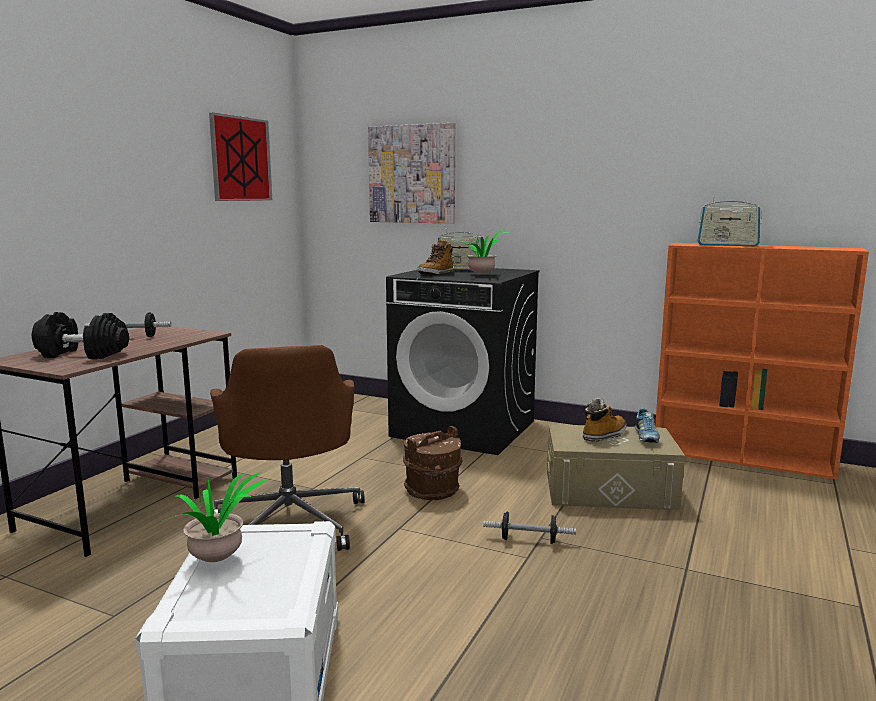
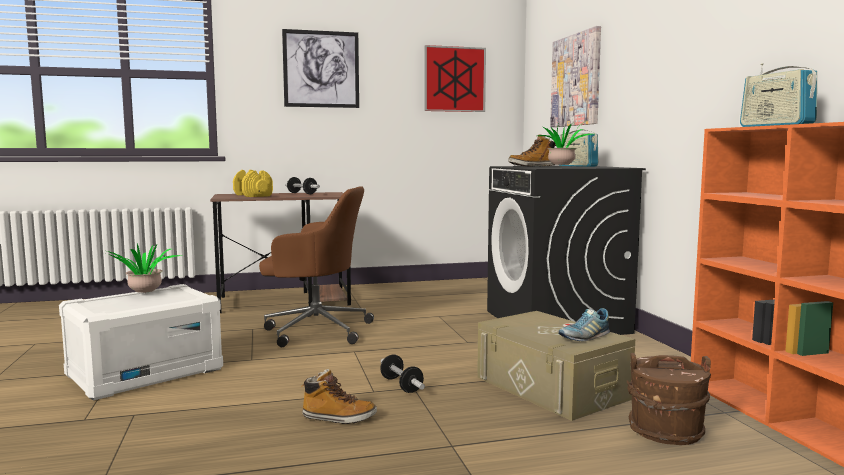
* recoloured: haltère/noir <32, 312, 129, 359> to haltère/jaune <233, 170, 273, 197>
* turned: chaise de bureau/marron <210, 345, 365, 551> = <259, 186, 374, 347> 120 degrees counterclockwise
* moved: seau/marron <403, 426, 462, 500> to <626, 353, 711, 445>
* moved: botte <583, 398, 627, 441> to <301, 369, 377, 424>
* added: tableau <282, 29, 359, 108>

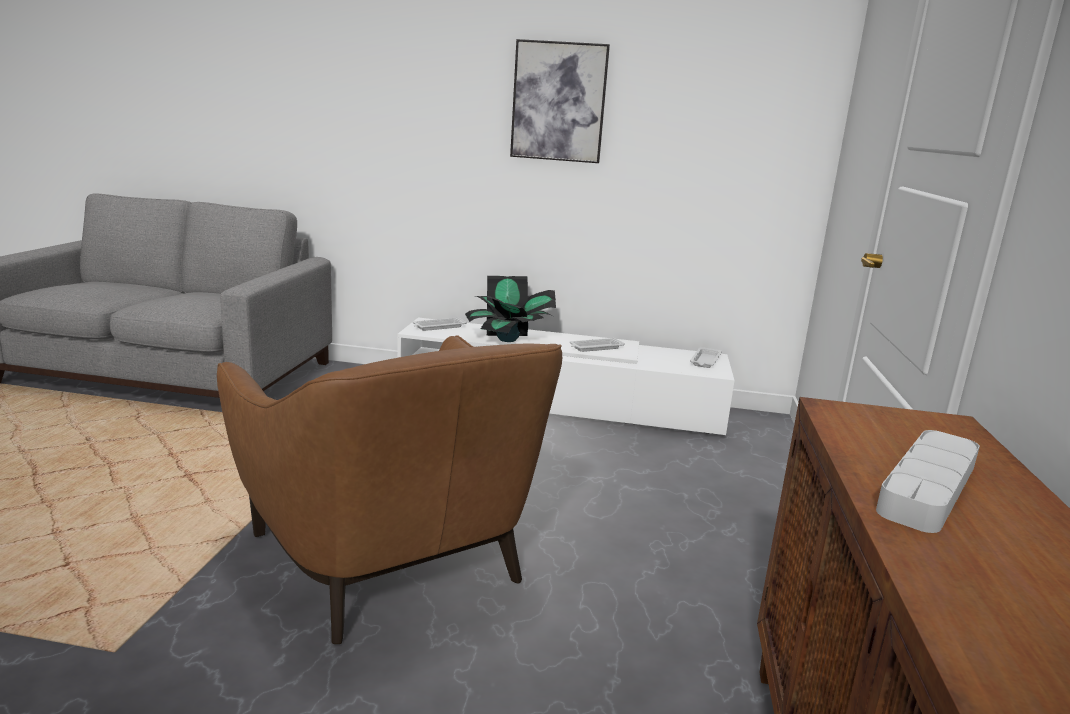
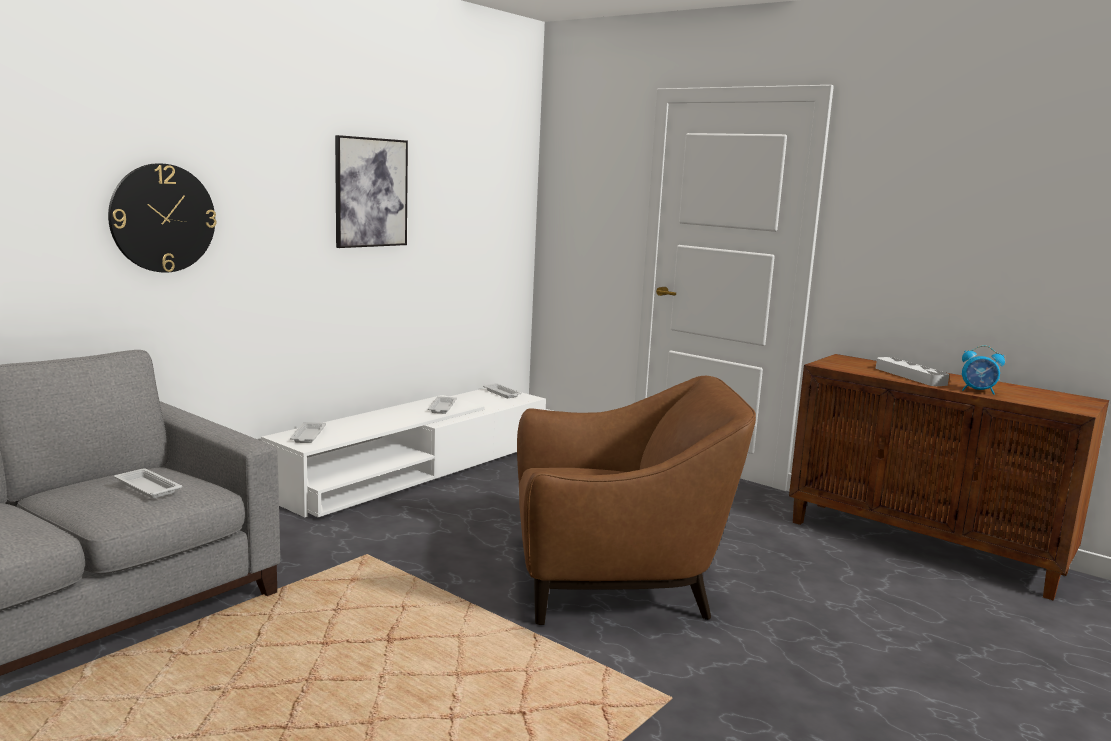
* removed: plante en pot <465, 276, 556, 342>
* added: horloge murale <108, 163, 216, 273>
* added: plateau/blanc <114, 469, 182, 498>
* added: réveil <962, 345, 1005, 395>

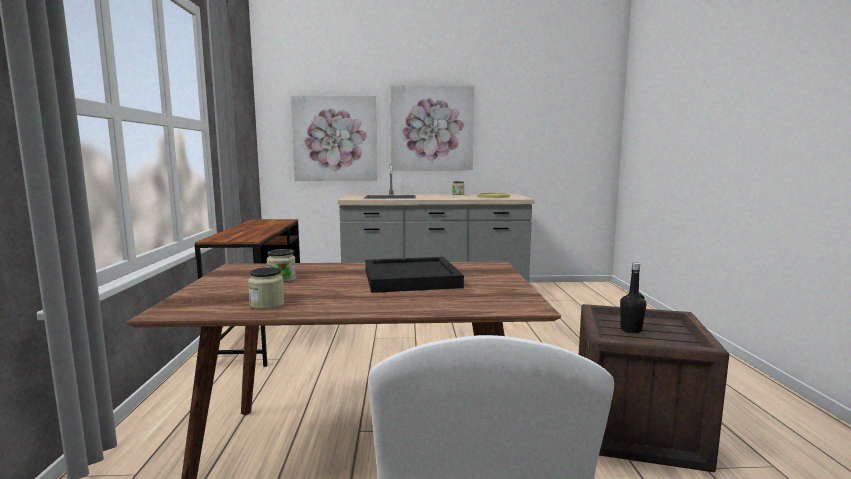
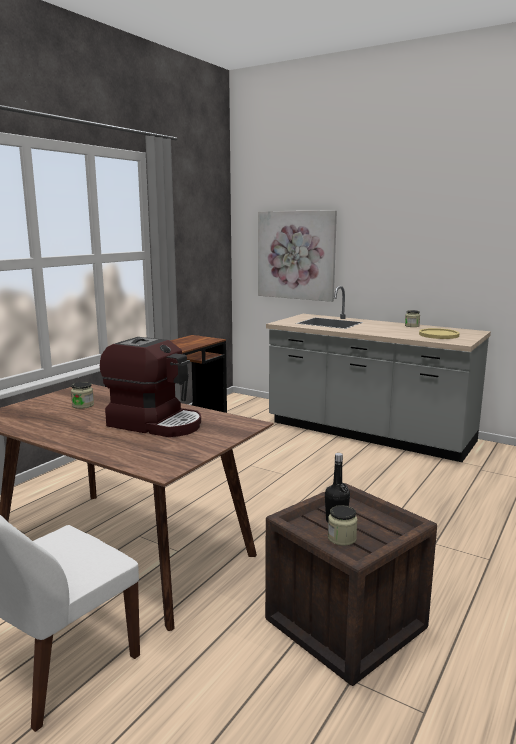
* moved: bocal <248, 267, 284, 309> to <328, 505, 357, 546>
* replaced: plateau/noir <365, 257, 464, 293> to machine à café <100, 337, 201, 437>
* removed: tableau <390, 85, 474, 170>

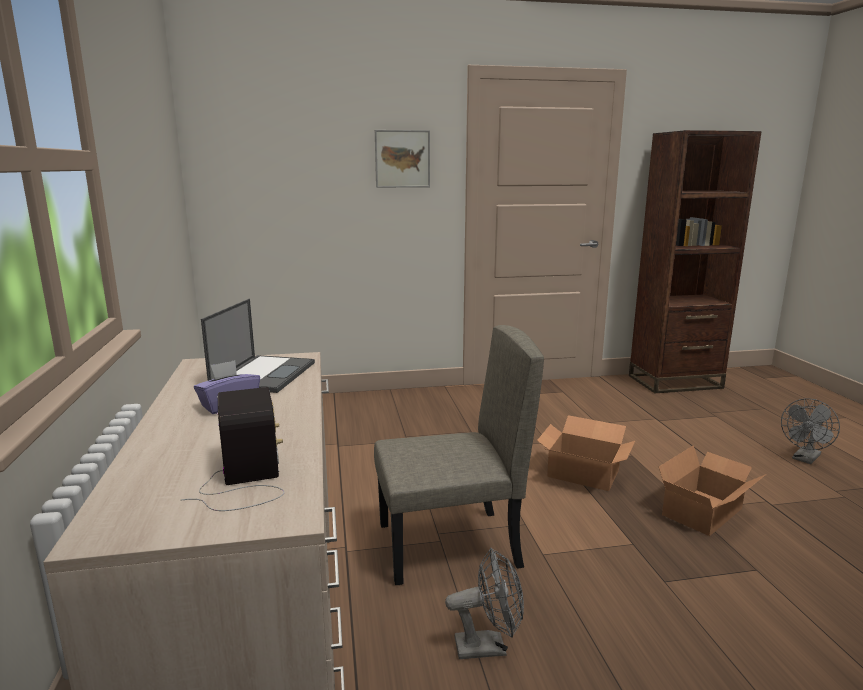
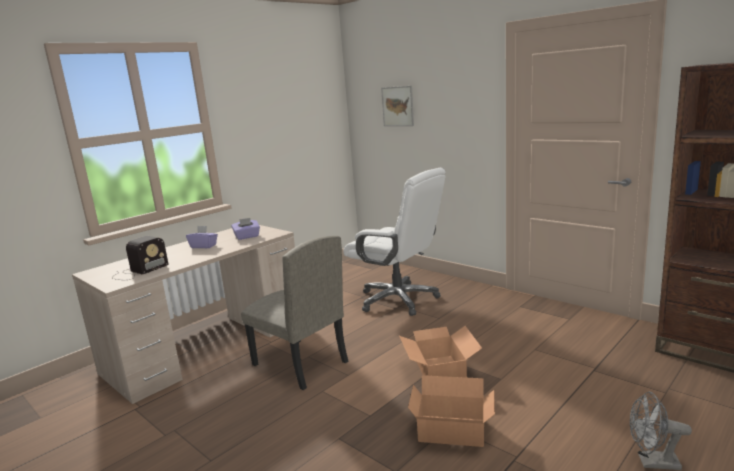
* replaced: ordinateur portable <201, 299, 315, 393> to boîte à mouchoirs/violet <231, 218, 260, 240>
* moved: tableau <375, 130, 430, 188> to <381, 86, 414, 126>
* removed: ventilateur/gris <445, 548, 524, 659>
* added: chaise de bureau/blanc <343, 168, 446, 316>

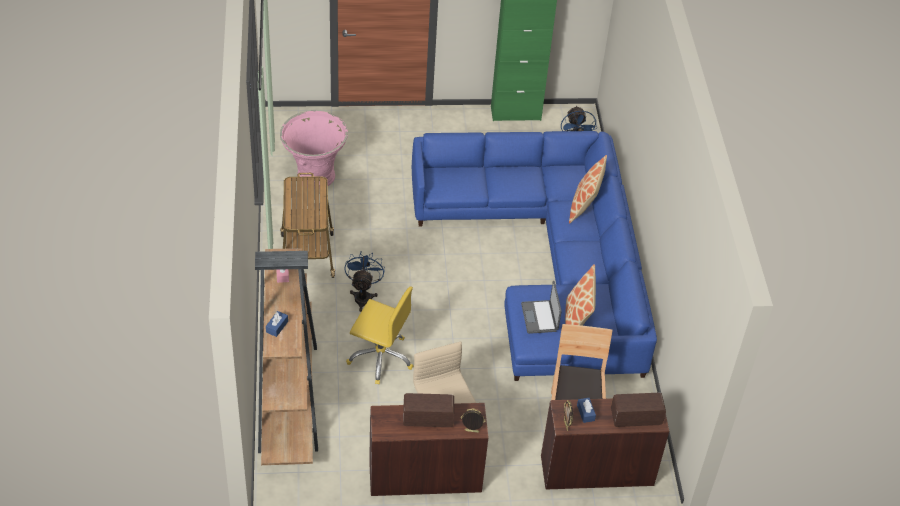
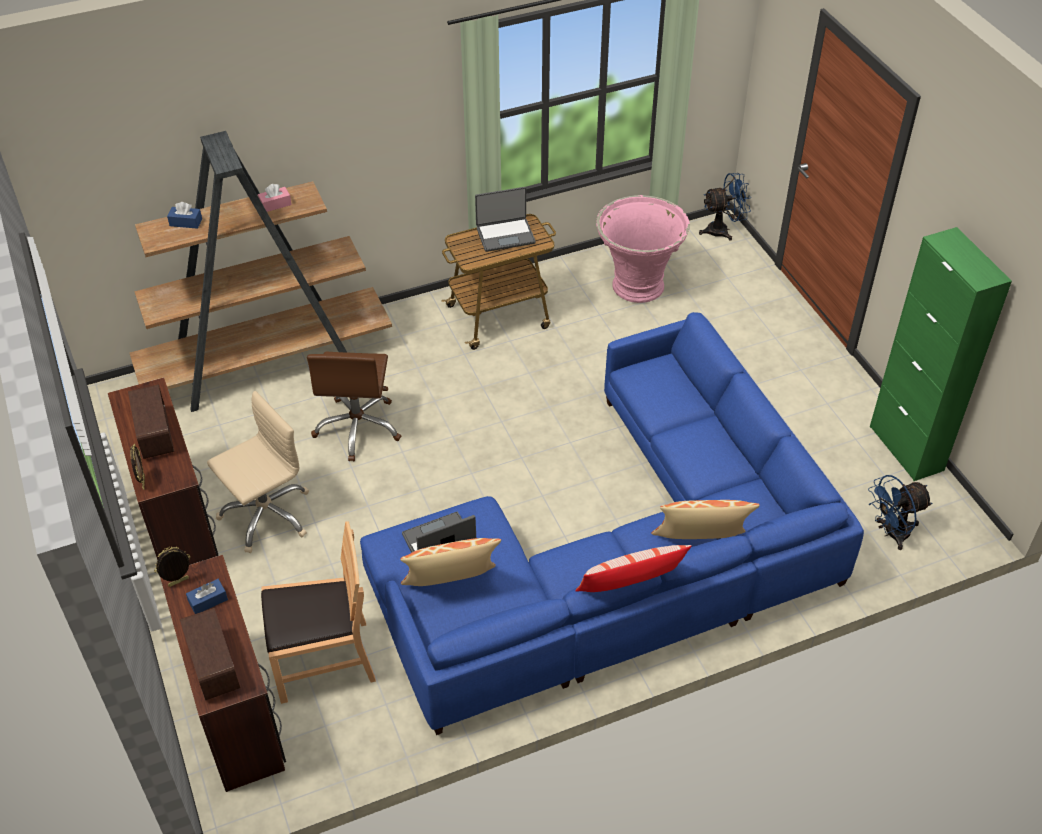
* moved: ventilateur/bleu <344, 251, 385, 312> to <699, 173, 751, 241>
* recoloured: chaise de bureau/jaune <346, 287, 413, 384> to chaise de bureau/marron <307, 352, 401, 462>
* added: ordinateur portable <475, 187, 536, 252>
* added: coussin <575, 545, 692, 592>

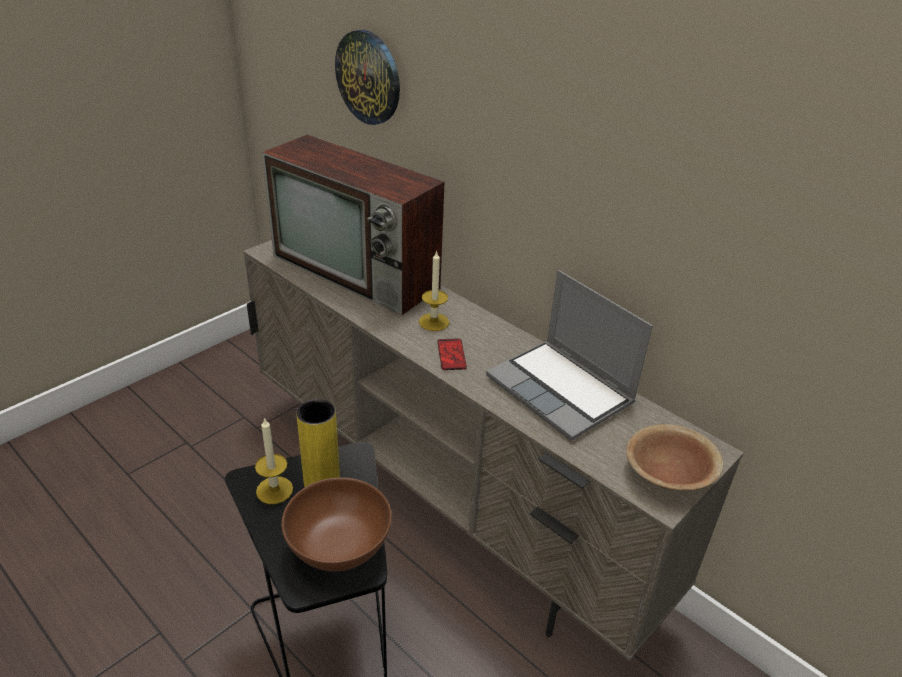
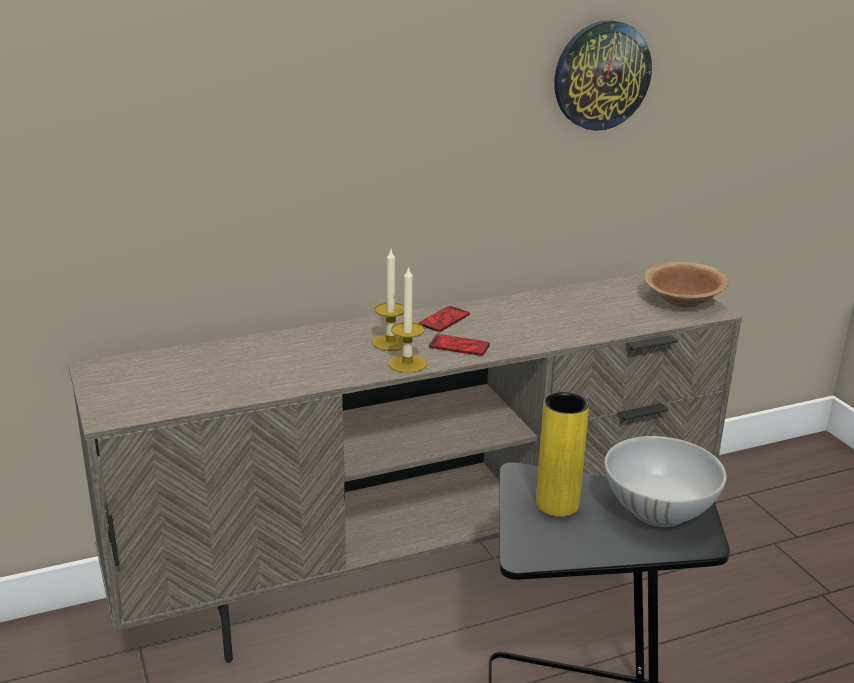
* moved: bougie <255, 417, 293, 504> to <388, 266, 427, 373>
* removed: téléviseur <262, 135, 444, 315>
* recoloured: bol/marron <281, 477, 392, 572> to bol/blanc <604, 436, 727, 527>
* moved: horloge murale <335, 30, 400, 125> to <554, 20, 652, 131>
* removed: ordinateur portable <486, 270, 653, 441>
* added: téléphone <419, 306, 470, 332>

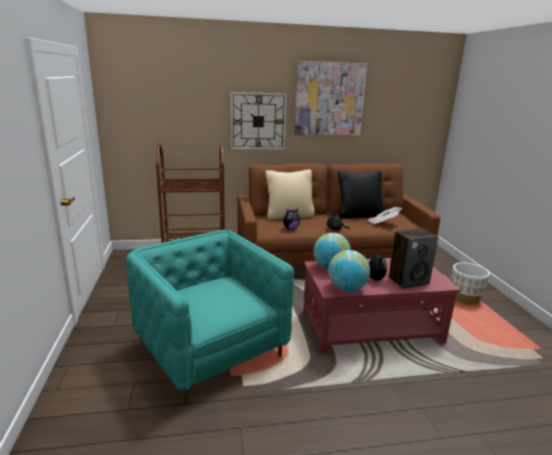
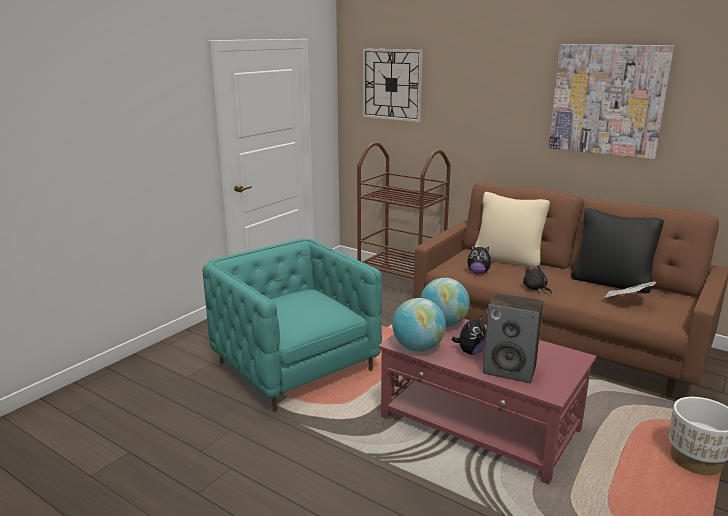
* turned: fauteuil/turquoise <126, 230, 294, 402> = <202, 238, 382, 412> 45 degrees counterclockwise
* moved: horloge murale <231, 92, 287, 150> to <363, 48, 423, 122>

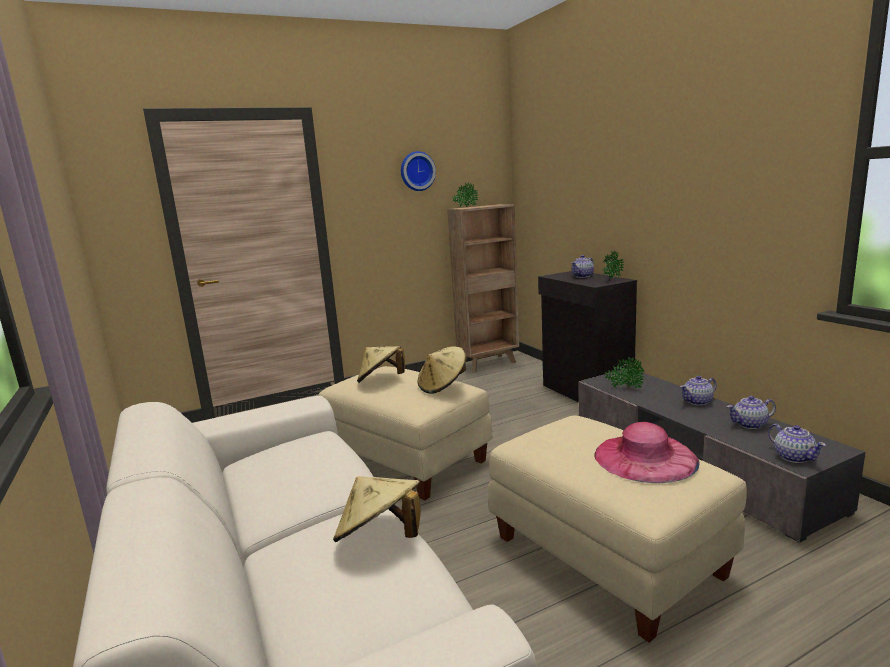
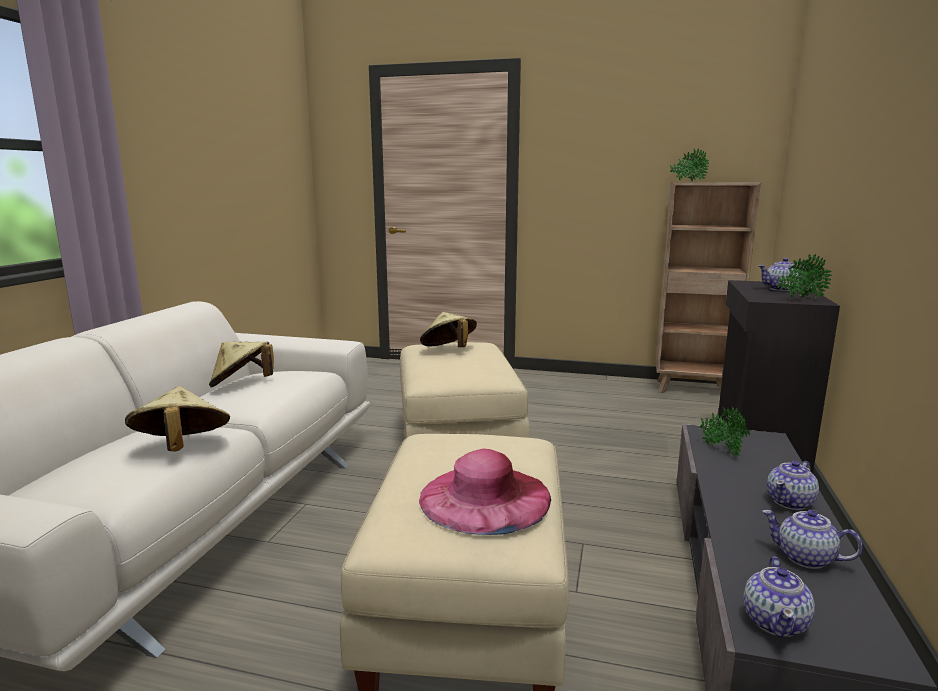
* removed: horloge murale <401, 151, 436, 191>
* moved: chapeau/beige <418, 346, 466, 394> to <209, 342, 274, 387>
* turned: théière <680, 376, 717, 406> = <767, 461, 819, 510> 60 degrees counterclockwise

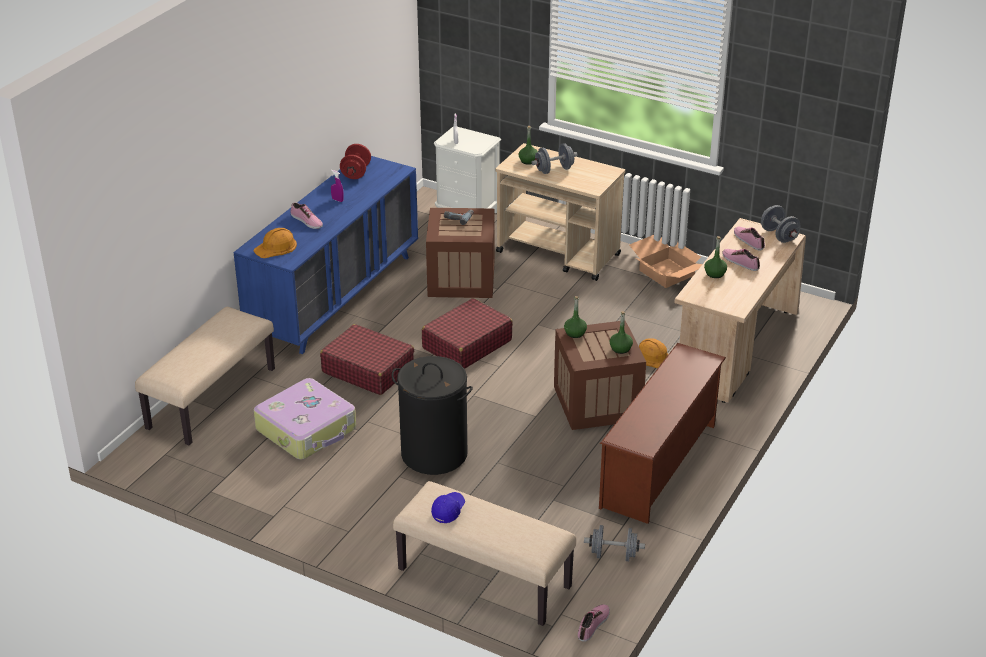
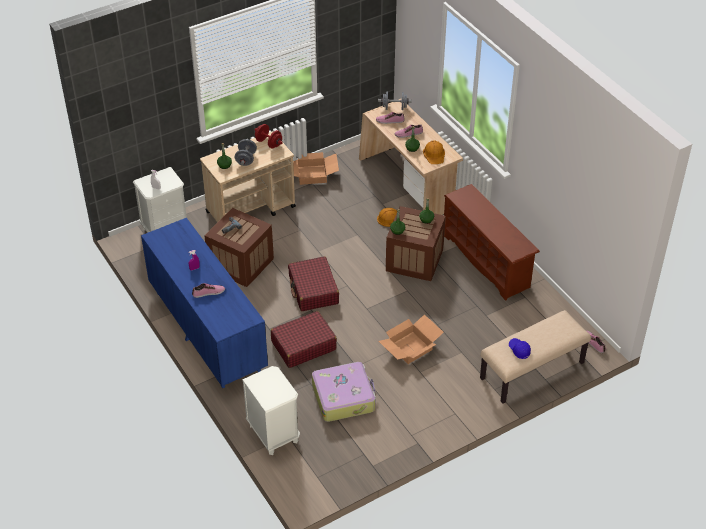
* replaced: banc/beige <135, 307, 275, 445> to table de chevet/blanc <242, 366, 300, 455>
* moved: casque de chantier/orange <253, 228, 297, 258> to <423, 140, 445, 164>
* moved: haltère/rouge <340, 144, 371, 179> to <255, 124, 283, 148>
* replaced: panier à linge/noir <392, 356, 473, 475> to carton <379, 314, 444, 364>
* removed: haltère/gris <584, 525, 645, 561>

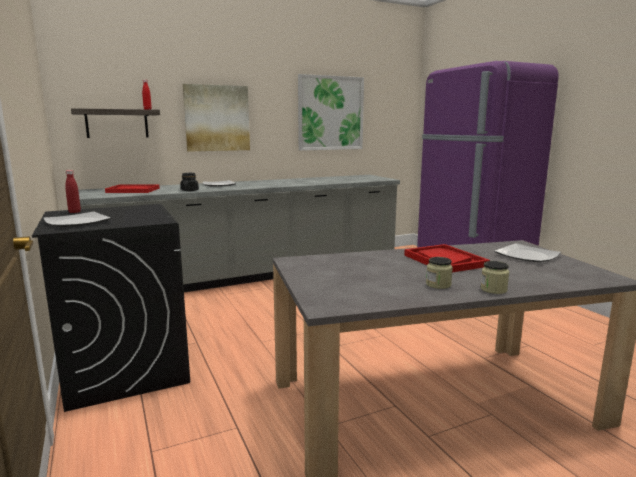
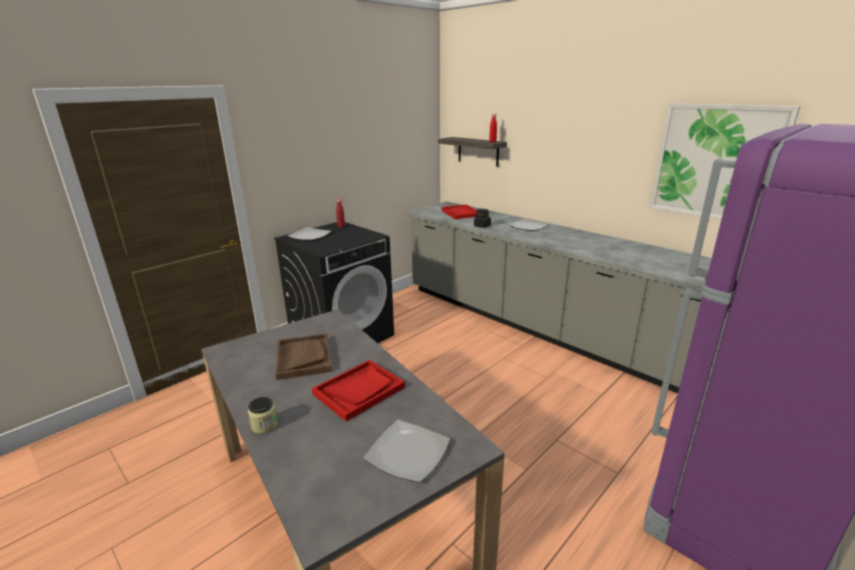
* removed: tableau <183, 84, 250, 152>
* removed: bocal <426, 257, 453, 289>
* added: plateau/marron <276, 333, 332, 380>

